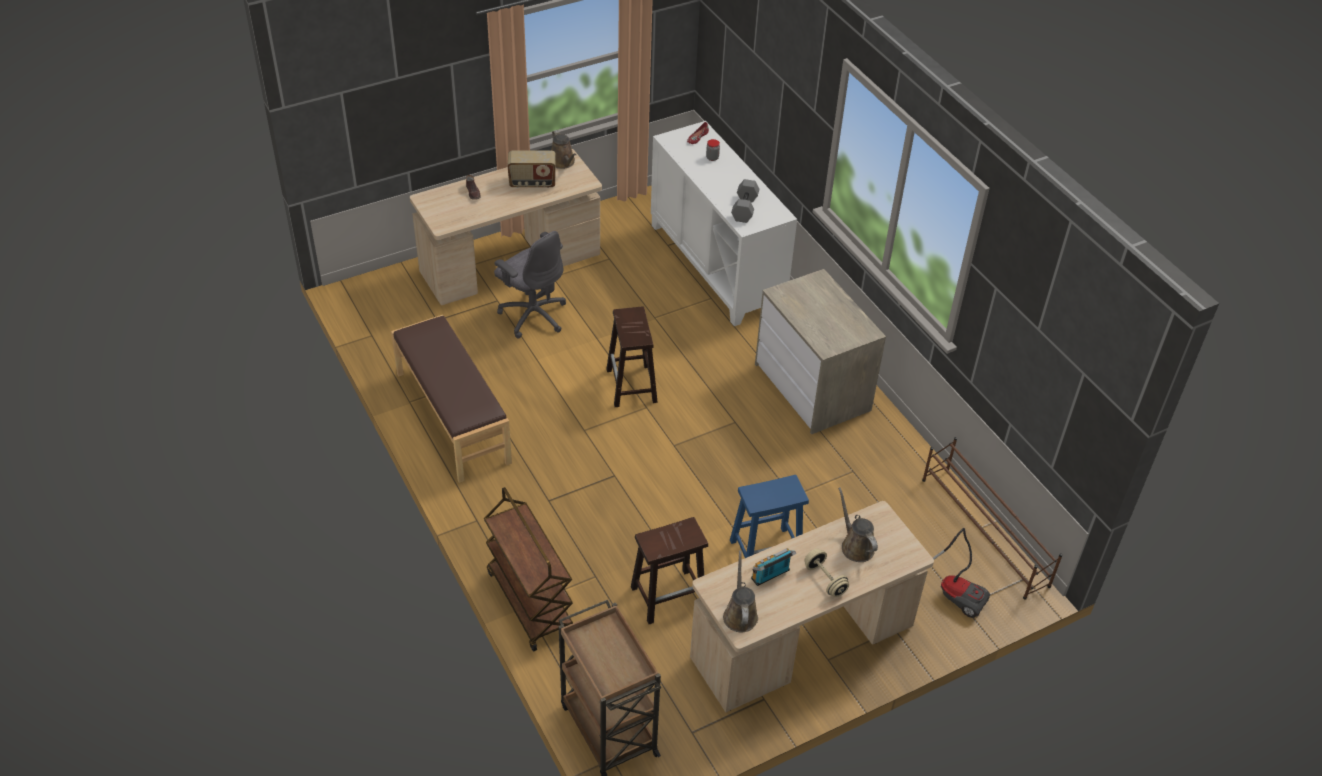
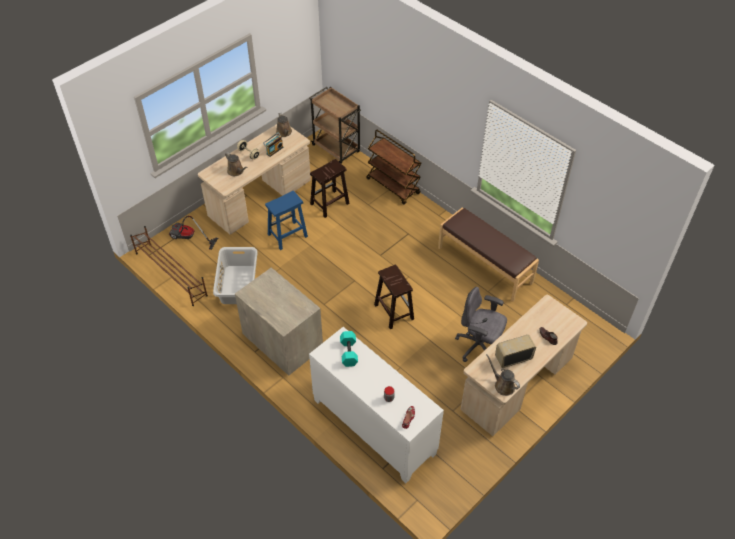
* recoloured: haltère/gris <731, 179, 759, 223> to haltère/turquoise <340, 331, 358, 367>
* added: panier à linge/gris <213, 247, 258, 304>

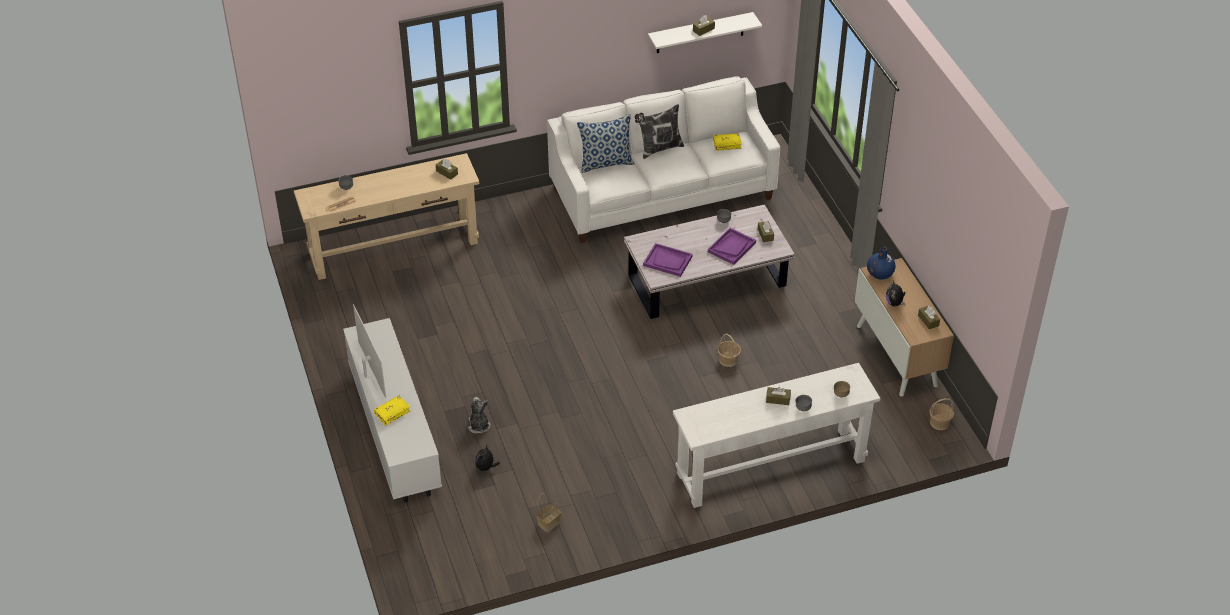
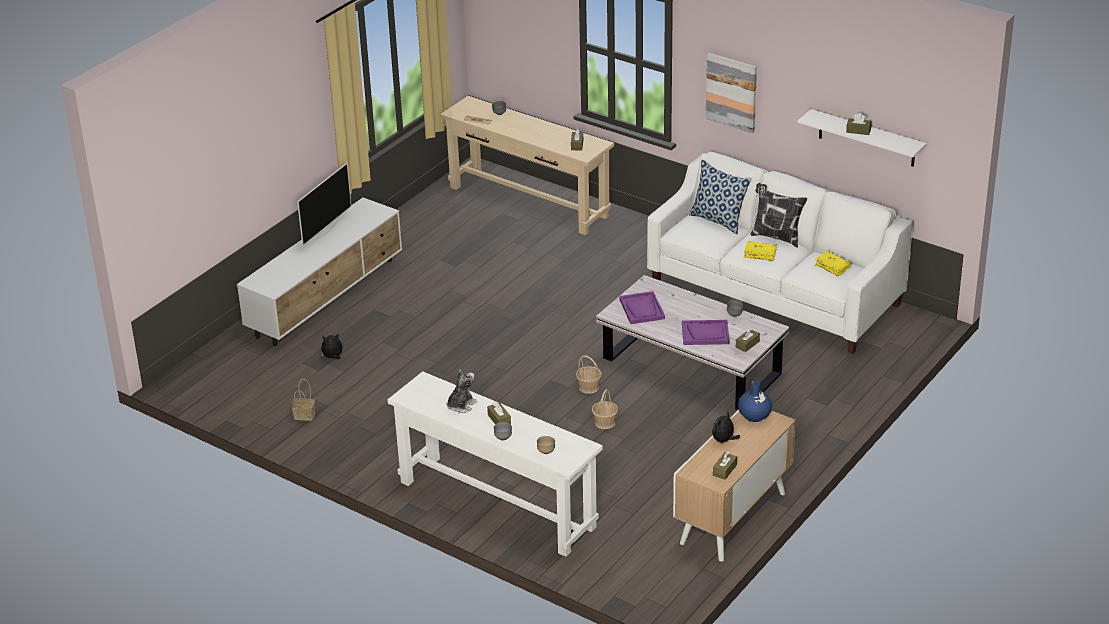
* moved: livre/jaune <374, 395, 410, 426> to <744, 241, 777, 261>
* moved: peluche <468, 397, 491, 434> to <446, 369, 478, 413>
* moved: panier <929, 398, 954, 430> to <576, 355, 602, 394>
* added: tableau <706, 53, 757, 133>

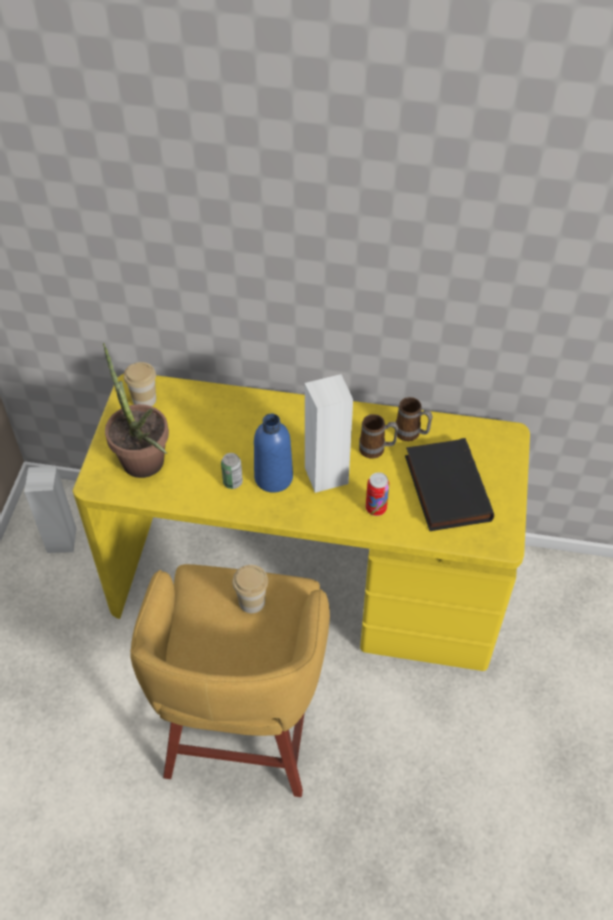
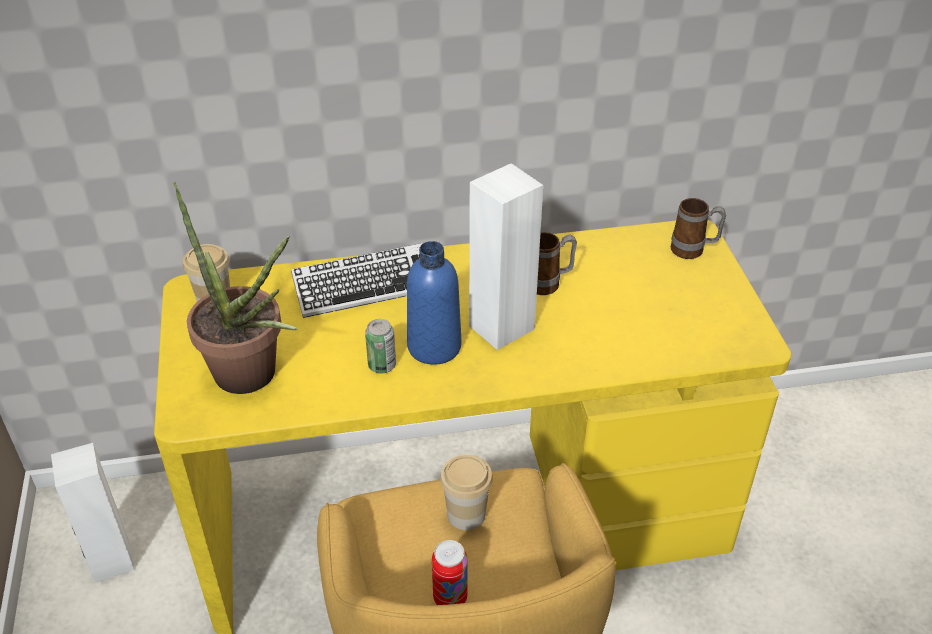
* moved: boîte métallique <366, 472, 389, 516> to <432, 540, 467, 605>
* moved: mug <396, 397, 433, 441> to <671, 198, 726, 259>
* removed: livre/noir <405, 438, 494, 531>
* added: clavier <291, 243, 423, 318>

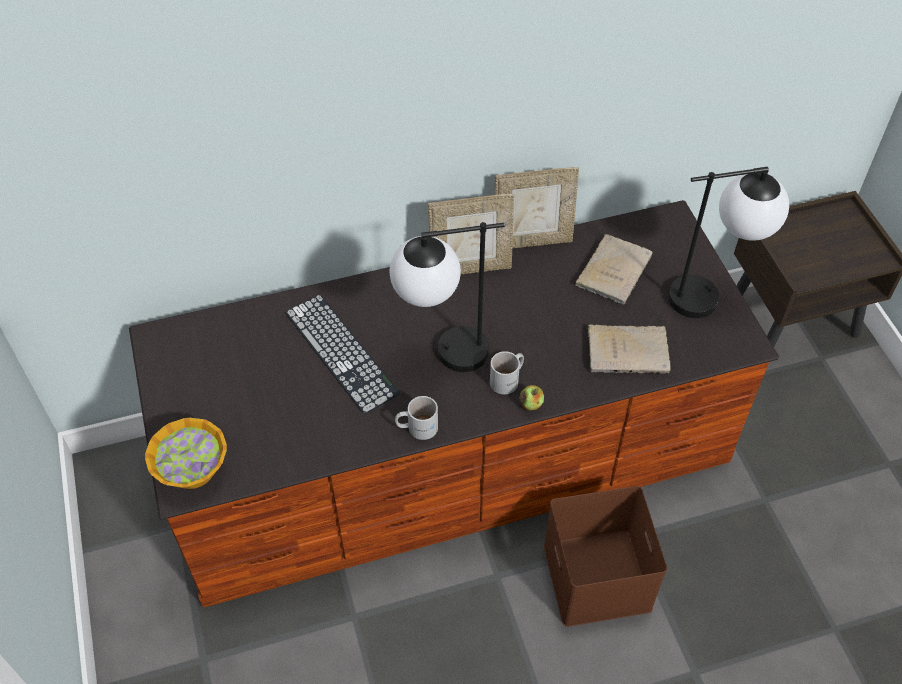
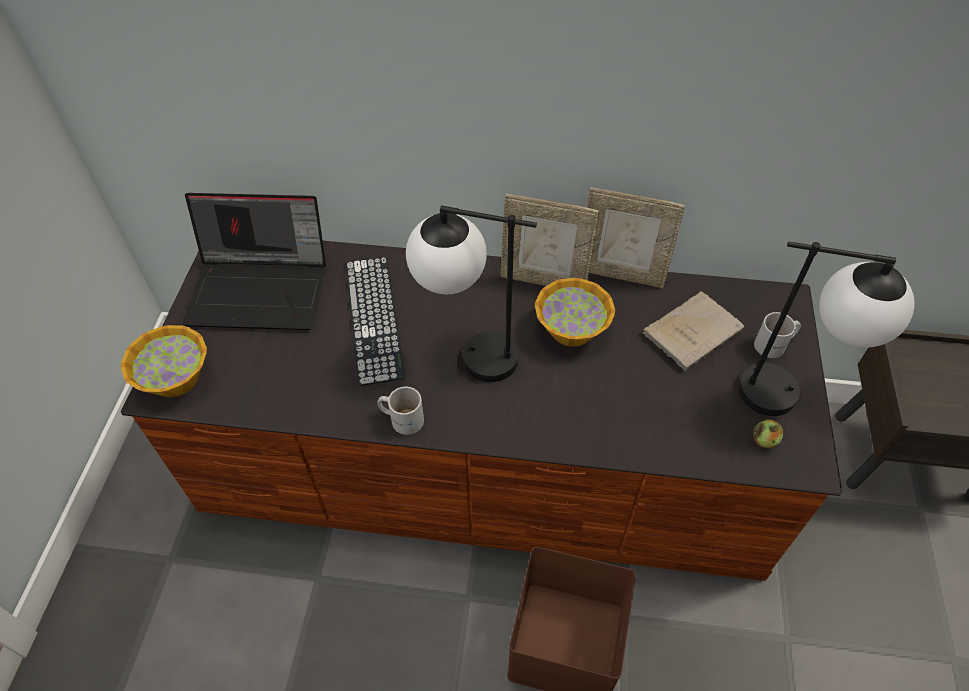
* moved: mug/blanc <490, 351, 524, 394> to <754, 312, 801, 358>
* moved: pomme <520, 385, 544, 411> to <753, 420, 783, 448>
* removed: livre/beige <588, 324, 671, 374>
* added: ordinateur portable <182, 193, 326, 330>
* added: bol <535, 278, 615, 347>

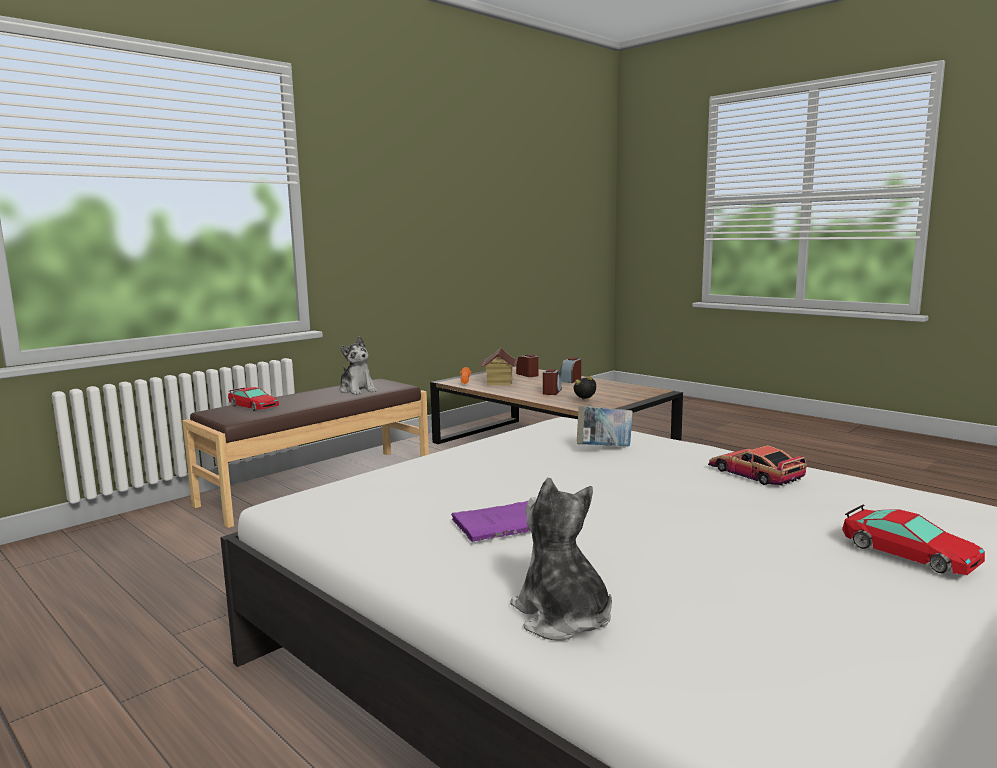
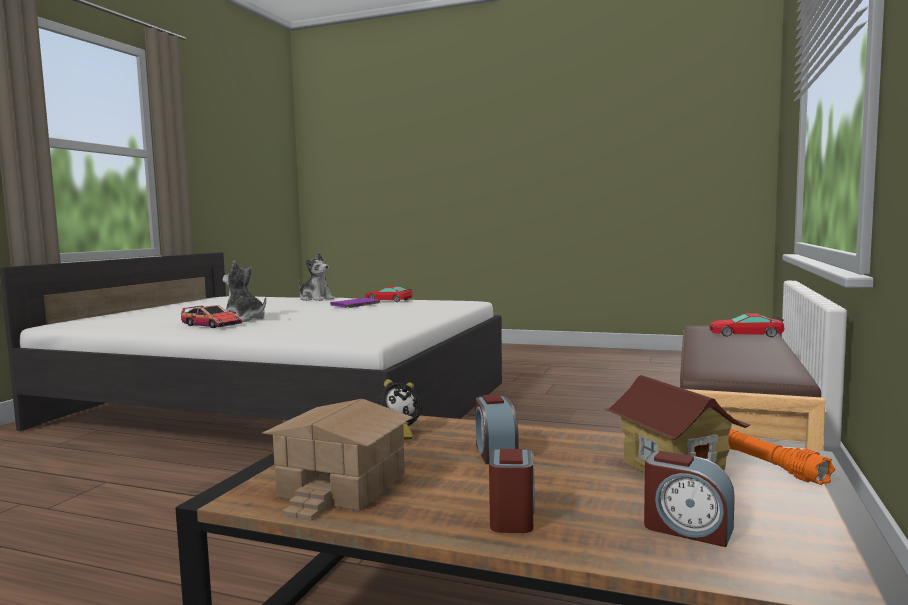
* moved: peluche <339, 336, 377, 395> to <223, 261, 266, 322>
* removed: livre <577, 406, 633, 446>
* moved: petite voiture <842, 505, 985, 575> to <365, 286, 413, 302>
* added: maison miniature <262, 399, 413, 521>

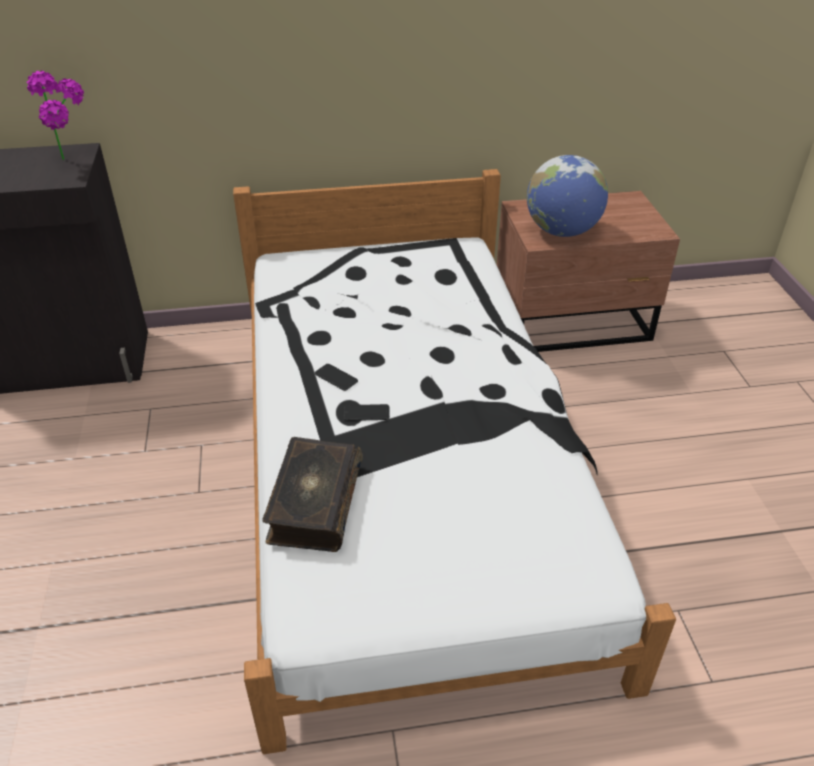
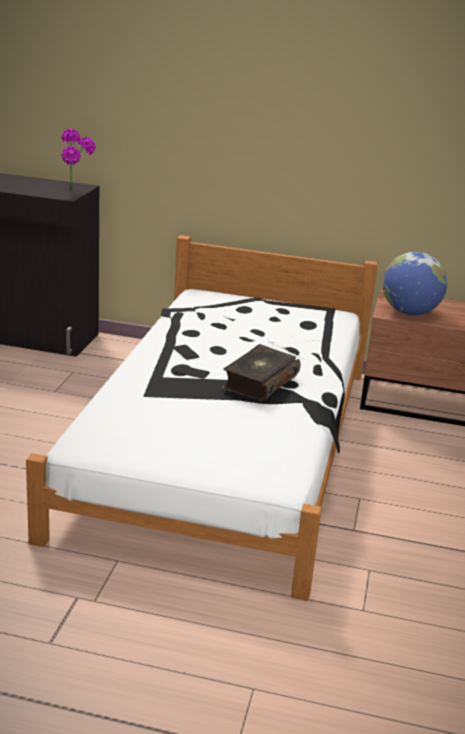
* moved: livre <262, 437, 363, 552> to <222, 344, 301, 402>

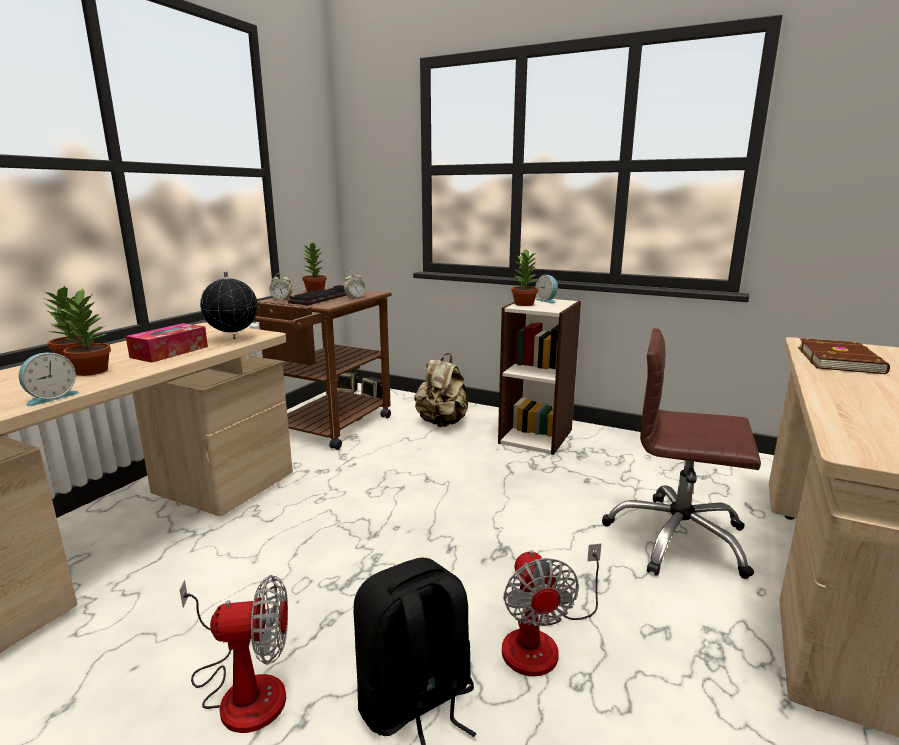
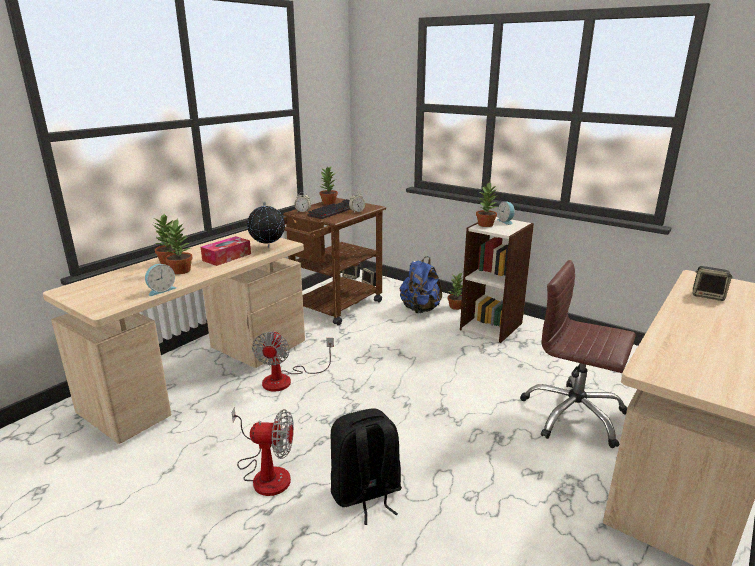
* recoloured: sac à dos/beige <414, 353, 468, 427> to sac à dos/bleu <400, 256, 442, 313>
* moved: ventilateur <502, 544, 601, 676> to <252, 331, 334, 392>
* replaced: livre/marron <798, 338, 890, 374> to enceinte <693, 266, 733, 301>
* added: plante en pot <448, 273, 463, 310>

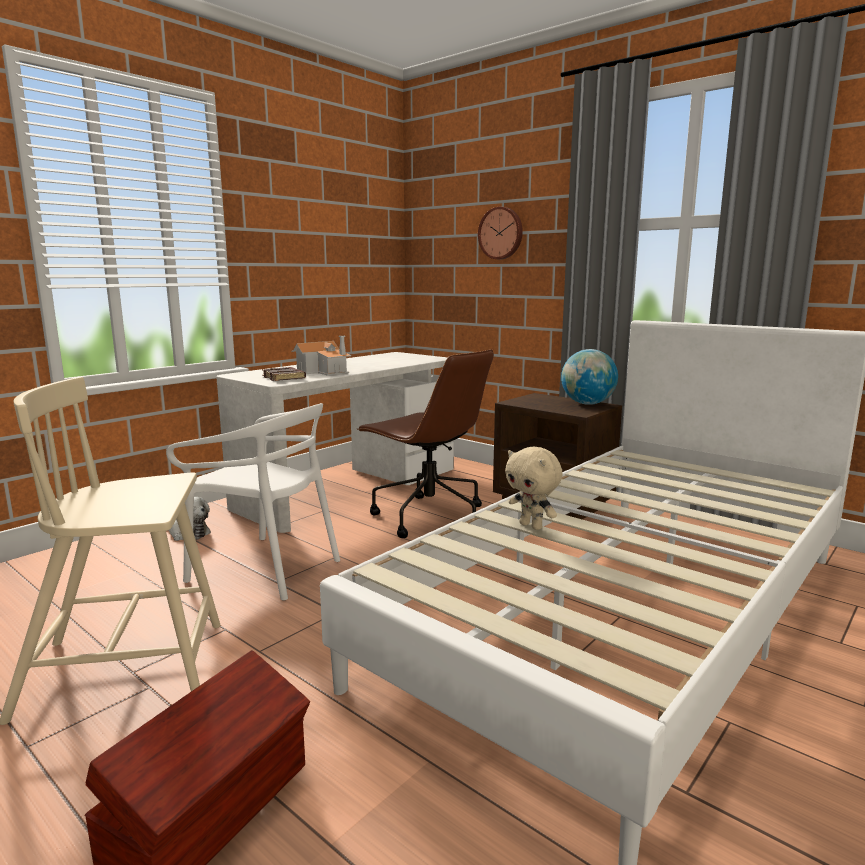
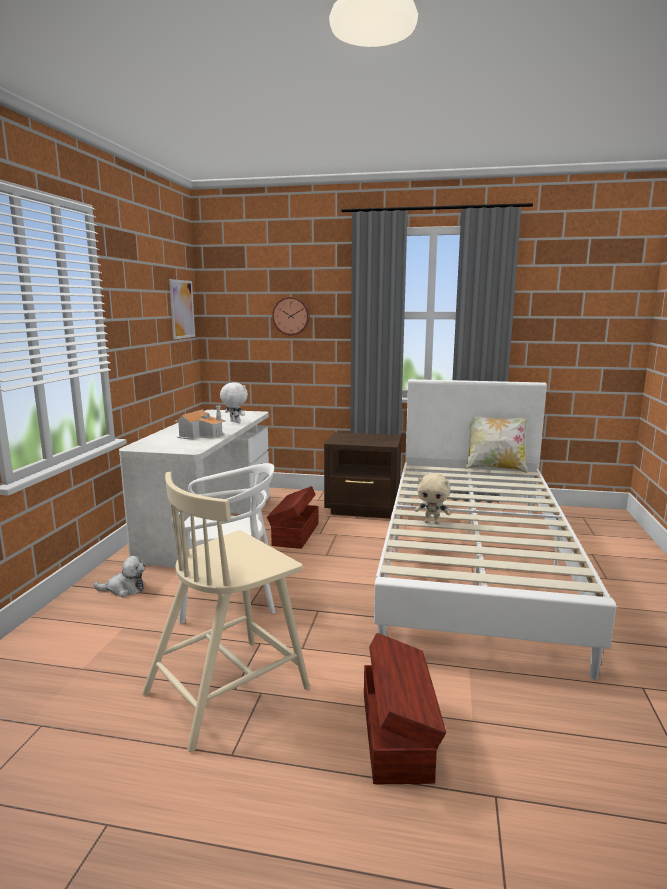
* removed: livre/marron <262, 367, 306, 381>
* replaced: chaise de bureau/marron <357, 349, 494, 538> to boîte de rangement/marron <267, 486, 319, 549>
* removed: globe <561, 349, 618, 405>
* added: tableau <169, 279, 195, 339>
* added: peluche/blanc <220, 382, 248, 423>
* added: coussin <465, 417, 527, 473>

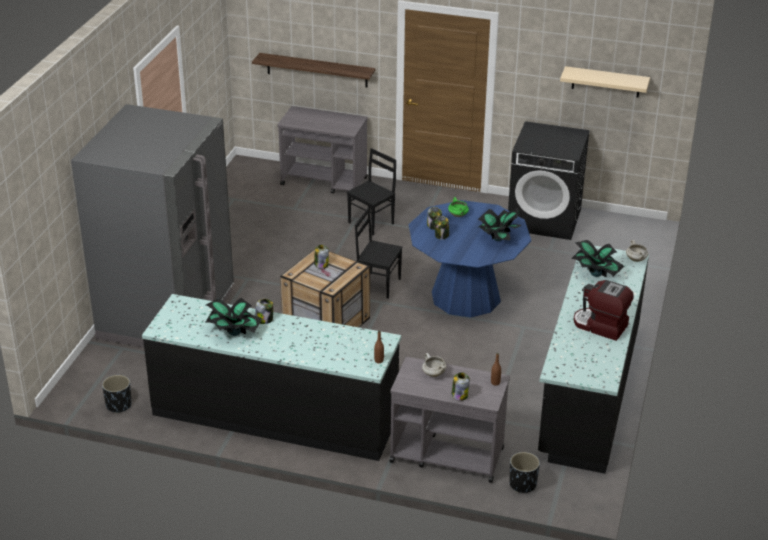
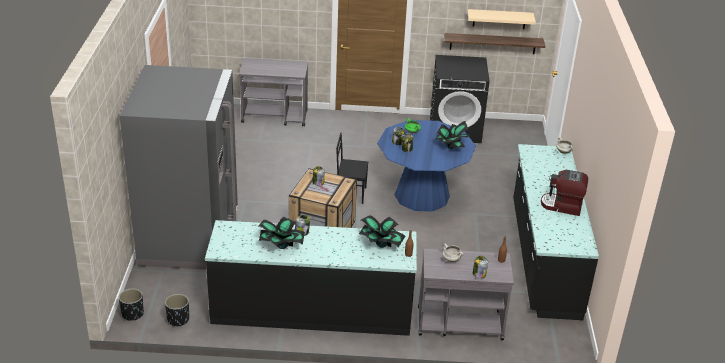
* moved: étagère <252, 53, 376, 87> to <444, 33, 545, 54>
* removed: chaise/noir <347, 148, 396, 235>
* moved: cache-pot/noir <509, 452, 540, 493> to <119, 288, 144, 321>
* moved: plante en pot <571, 240, 624, 277> to <359, 215, 405, 248>

